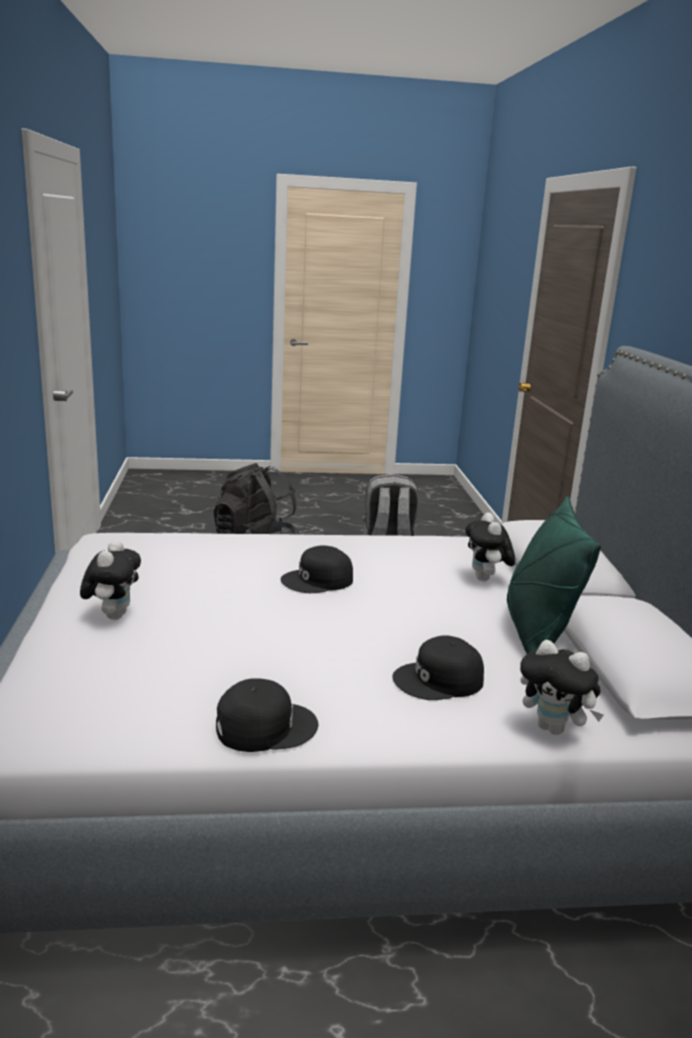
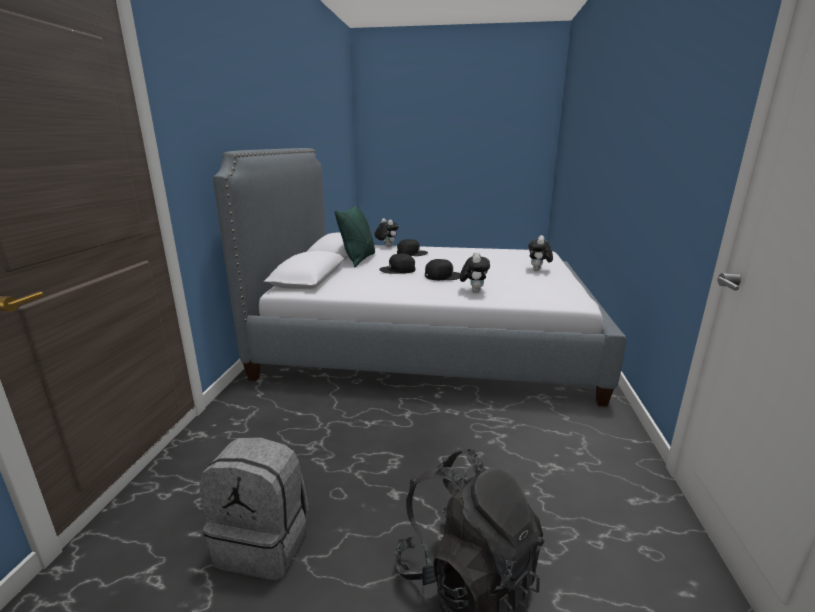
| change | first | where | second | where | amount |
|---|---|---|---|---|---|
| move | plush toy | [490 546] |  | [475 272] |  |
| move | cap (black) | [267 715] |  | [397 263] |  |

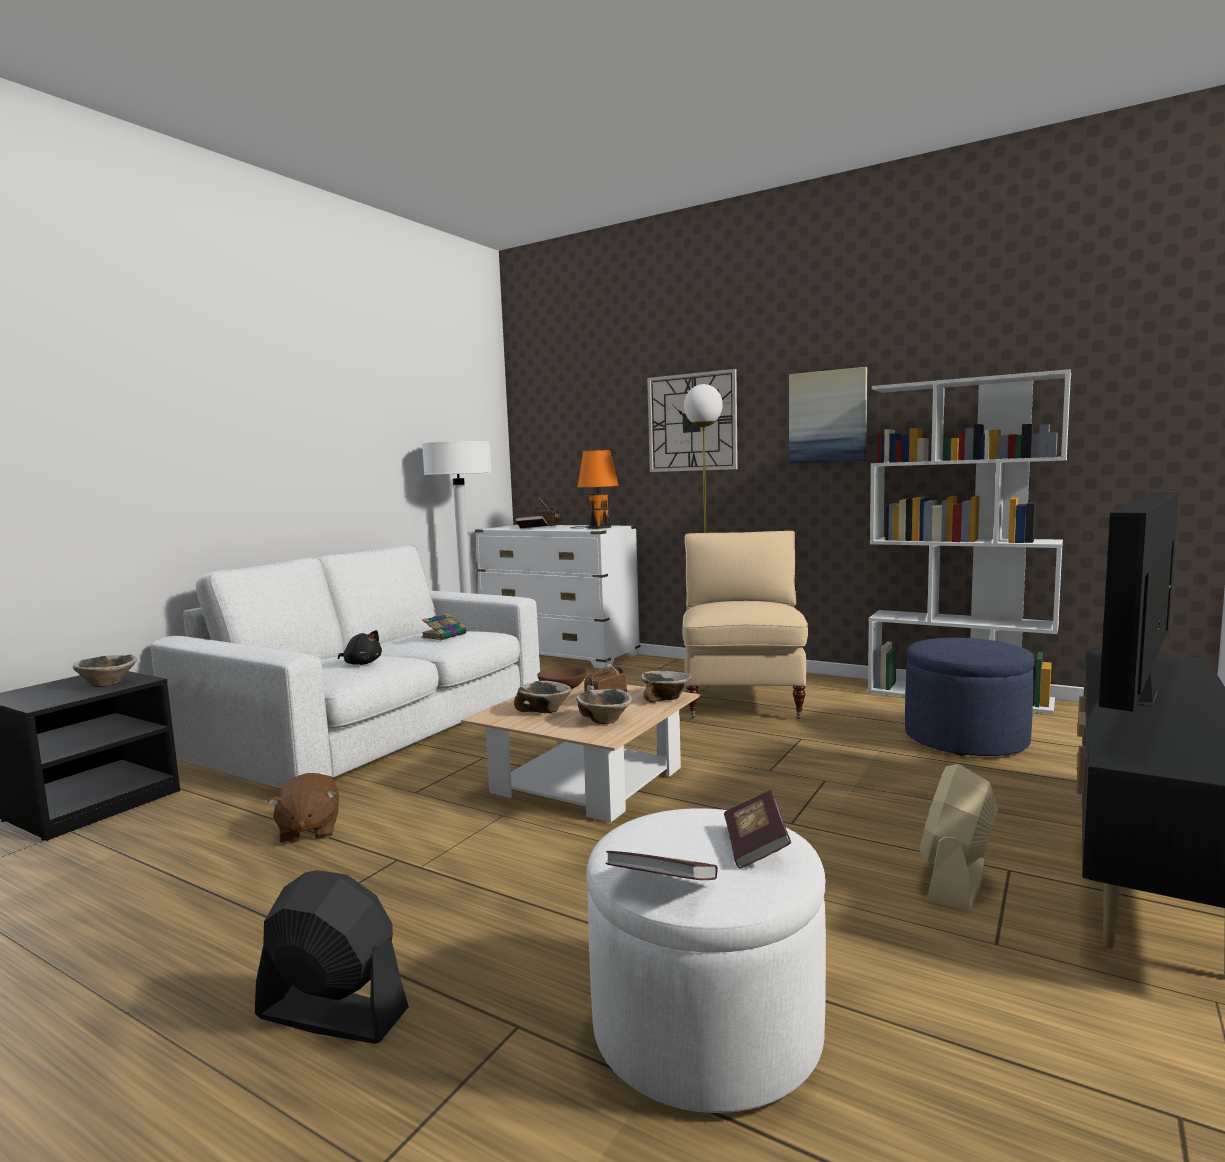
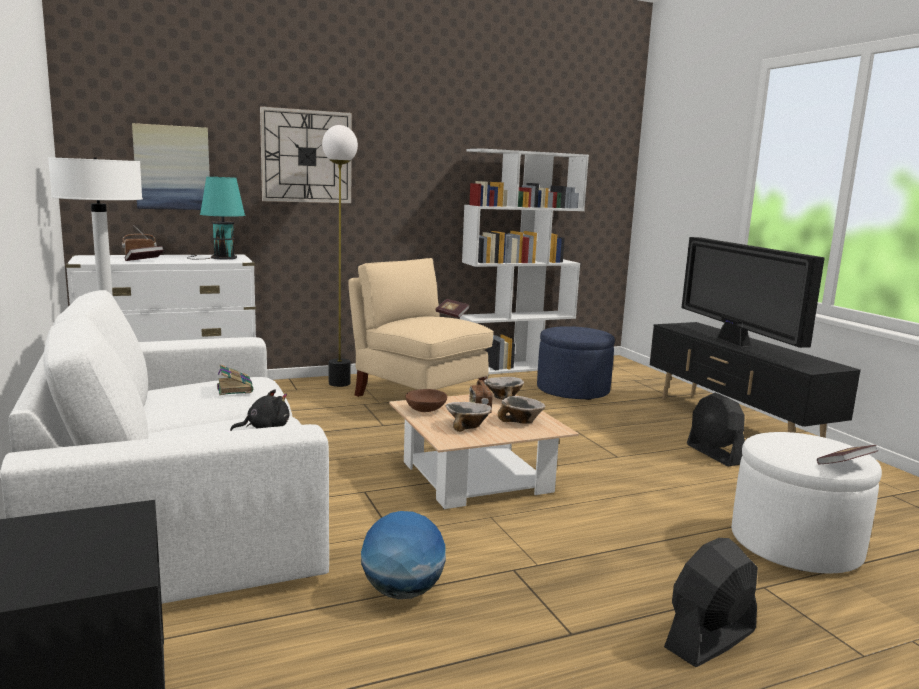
| change | first | where | second | where | amount |
|---|---|---|---|---|---|
| move | picture | [828 415] |  | [171 166] |  |
| recolor | lamp for a table (orange) | [595 489] | lamp for a table (turquoise-coloured) | [216 218] |  |
| delete | serving bowl | [105 671] |  |  |  |
| recolor | fan (beige) | [958 838] | fan (black) | [716 429] |  |
| replace | plush toy (brown) | [303 808] | world globe | [403 555] |  |
| move | bound book | [757 829] |  | [452 308] |  |

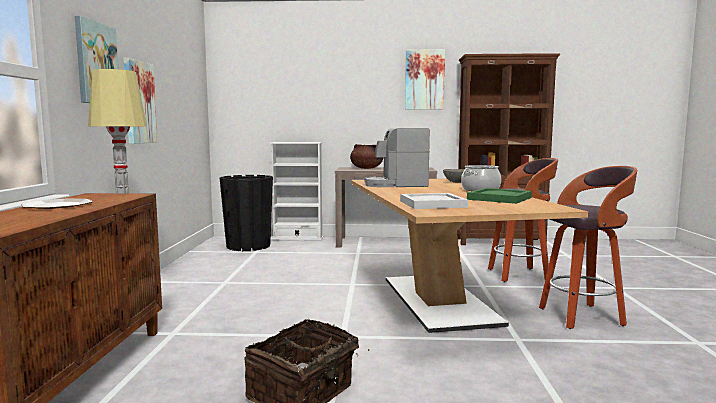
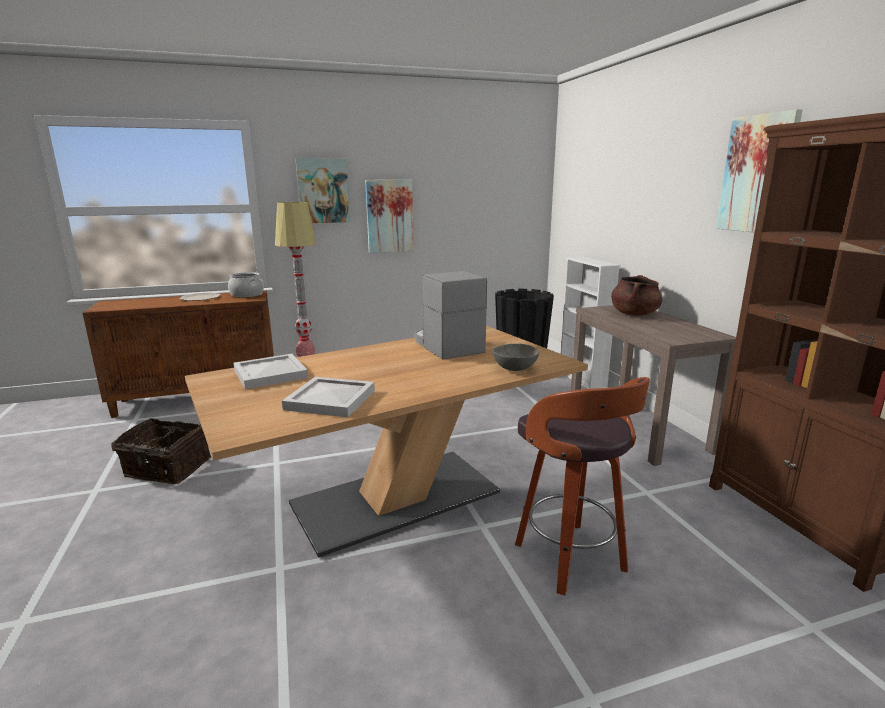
| change | first | where | second | where | amount |
|---|---|---|---|---|---|
| move | saucepot | [481 178] |  | [246 285] |  |
| delete | stool | [588 247] |  |  |  |
| recolor | carrying tray (green-coloured) | [499 196] | carrying tray (white-coloured) | [328 397] |  |

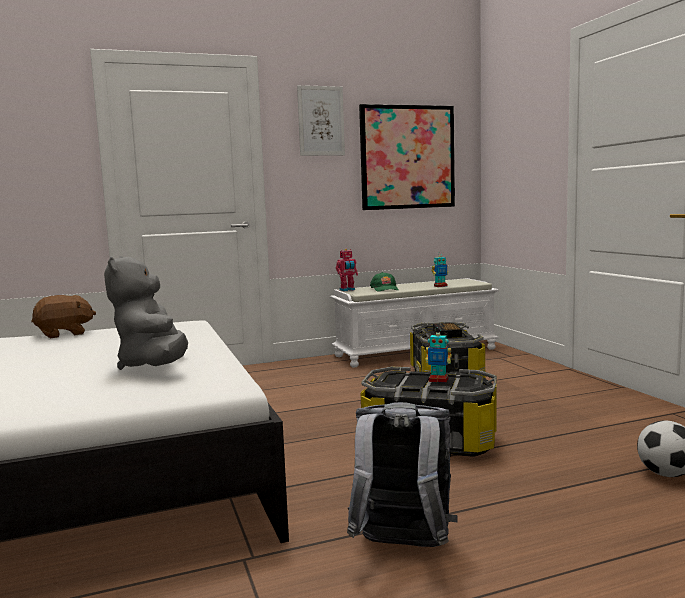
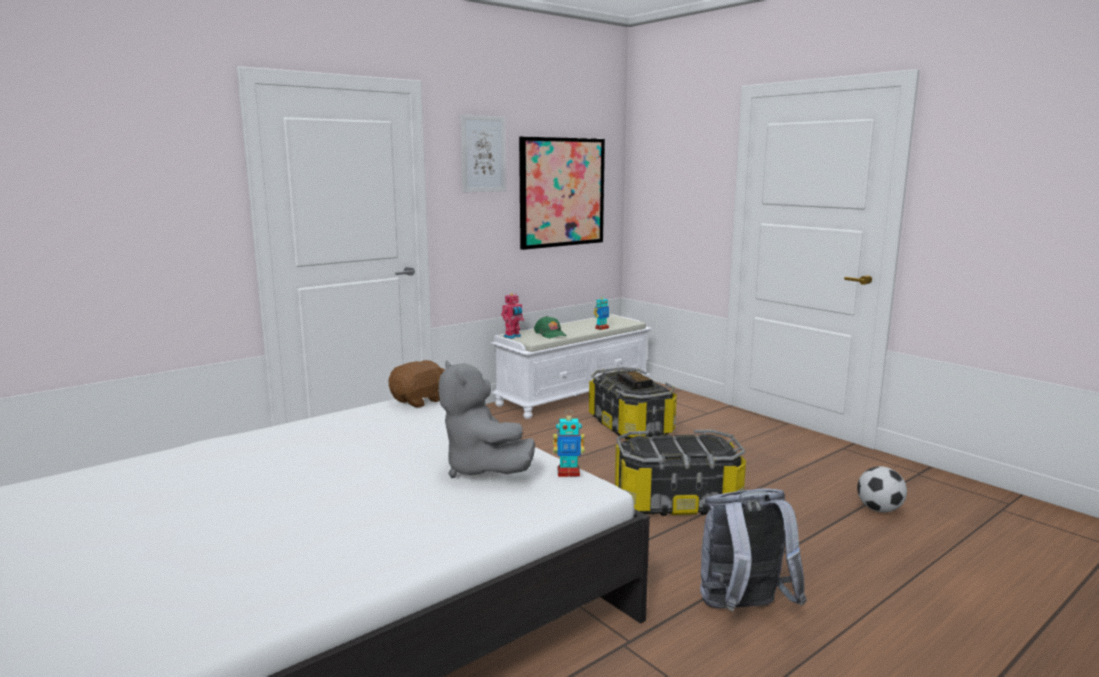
| change | first | where | second | where | amount |
|---|---|---|---|---|---|
| move | plush toy (brown) | [63 316] |  | [416 384] |  |
| move | model robot | [438 355] |  | [568 444] |  |

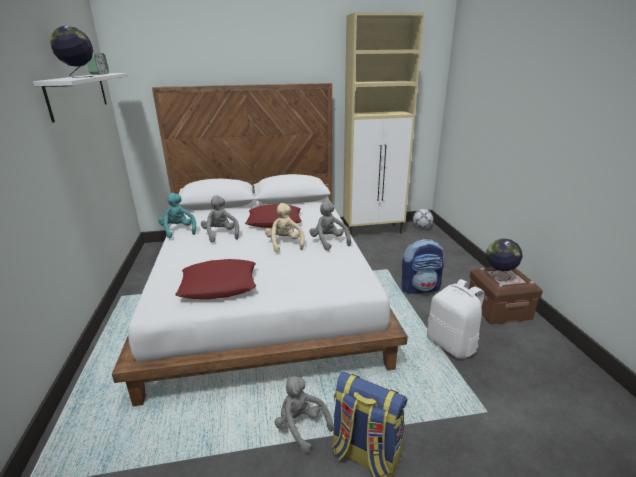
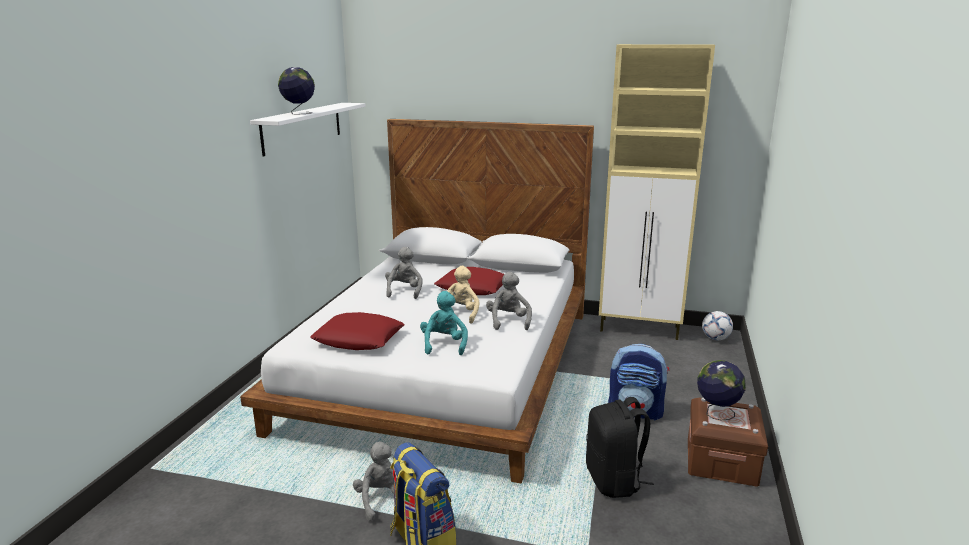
| change | first | where | second | where | amount |
|---|---|---|---|---|---|
| delete | bedside clock | [98 64] |  |  |  |
| move | plush toy (turquoise-coloured) | [177 215] |  | [444 323] |  |
| recolor | rucksack (white-coloured) | [455 319] | rucksack (black) | [620 447] |  |

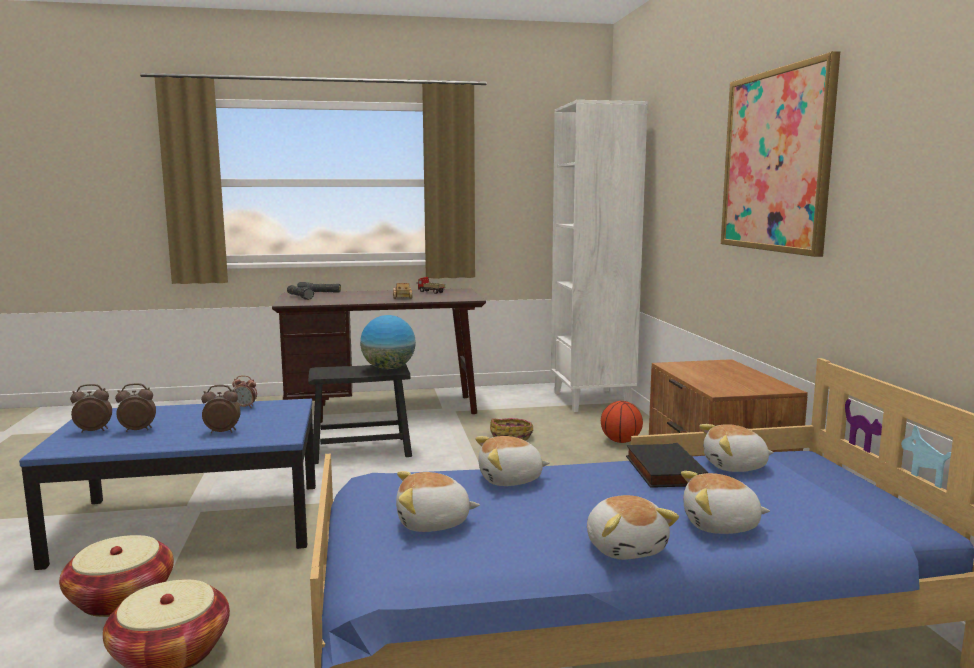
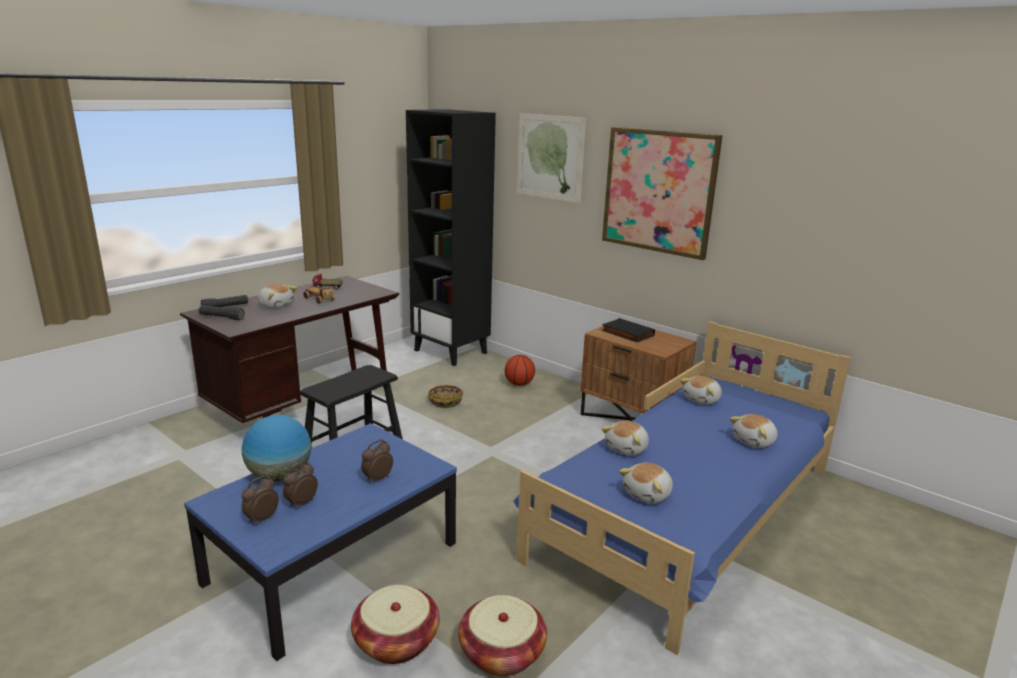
| change | first | where | second | where | amount |
|---|---|---|---|---|---|
| recolor | shelving unit (white-coloured) | [599 256] | shelving unit (black) | [451 237] |  |
| move | world globe | [388 342] |  | [276 448] |  |
| delete | bedside clock | [244 392] |  |  |  |
| move | bound book (black) | [667 465] |  | [628 330] |  |
| move | plush toy | [633 527] |  | [277 296] |  |
| insert |  |  | picture | [551 158] |  |

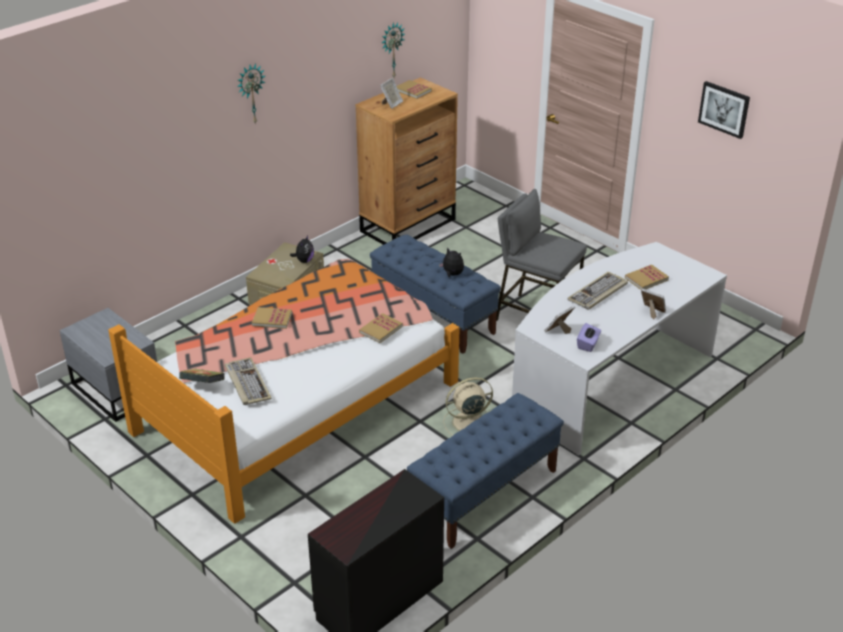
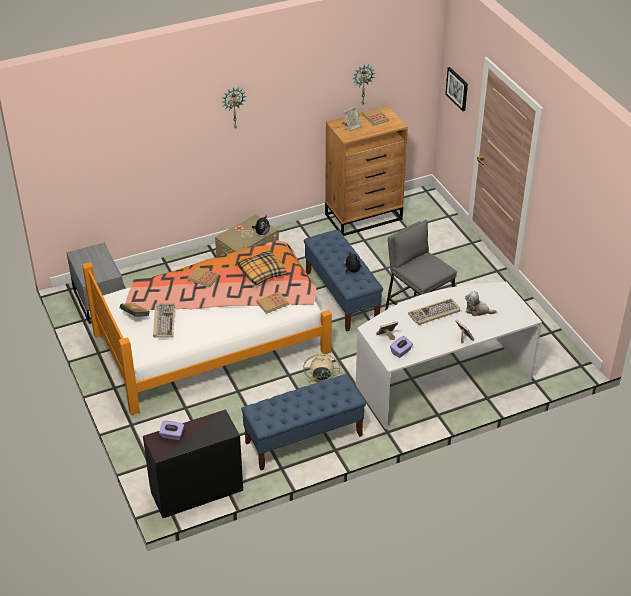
| change | first | where | second | where | amount |
|---|---|---|---|---|---|
| move | picture | [724 110] |  | [456 89] |  |
| replace | bound book | [647 277] | plush toy | [481 303] |  |
| insert |  |  | pillow | [262 267] |  |
| insert |  |  | tissue holder (purple) | [171 430] |  |

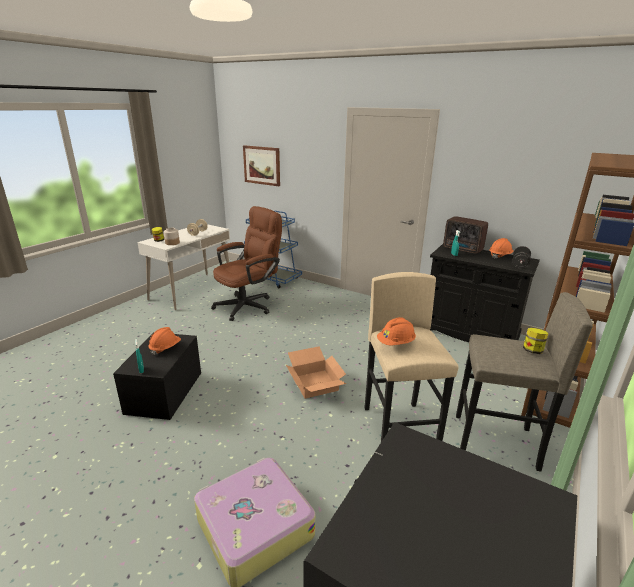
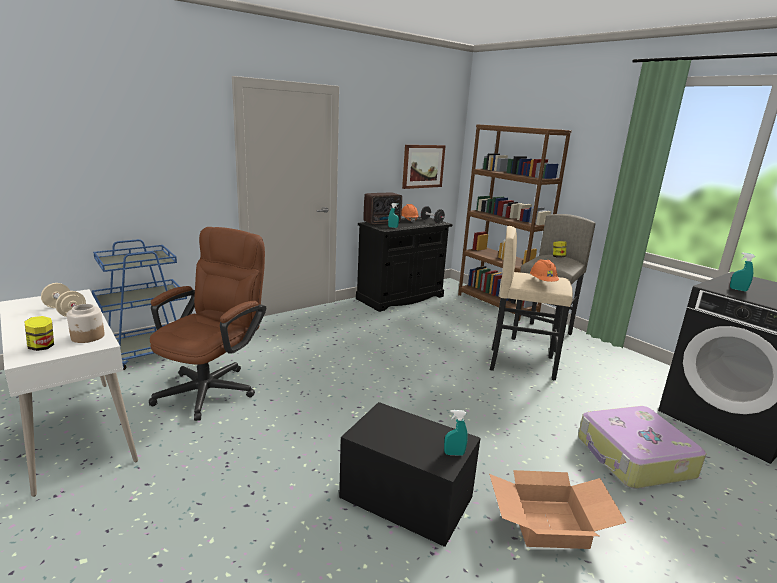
| change | first | where | second | where | amount |
|---|---|---|---|---|---|
| move | picture | [261 165] |  | [424 167] |  |
| rotate | computer chair (brown) | [246 263] |  | [207 324] | 45 degrees clockwise |
| delete | safety helmet (orange) | [164 341] |  |  |  |
| move | cardboard box | [316 372] |  | [558 509] |  |
| insert |  |  | sprayer (turquoise-coloured) | [742 271] |  |

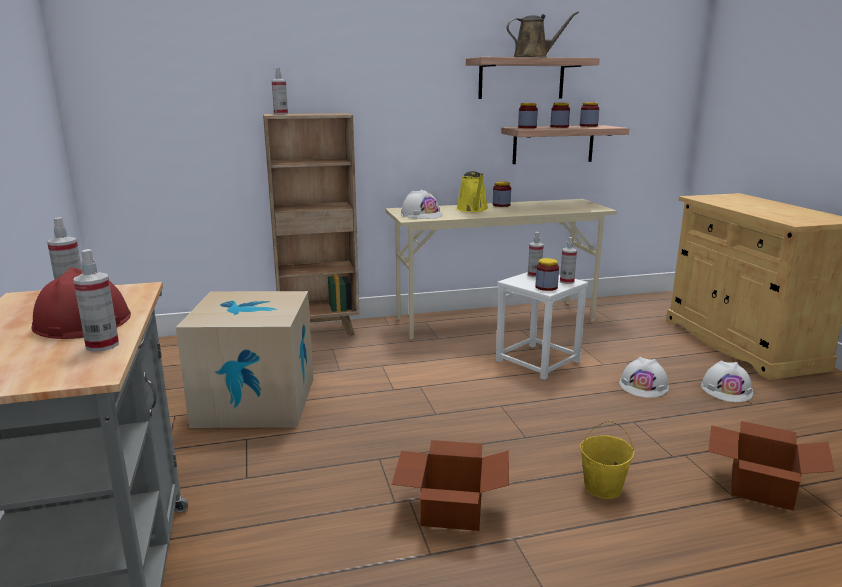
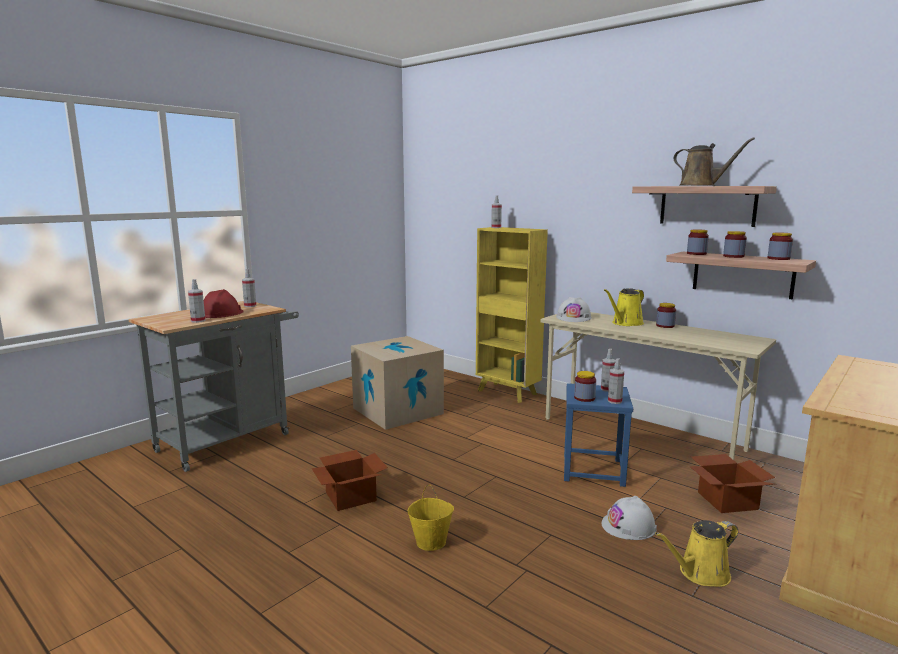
| change | first | where | second | where | amount |
|---|---|---|---|---|---|
| recolor | shelving unit (brown) | [311 224] | shelving unit (yellowish) | [512 315] |  |
| recolor | stool (white-coloured) | [542 326] | stool (blue) | [598 435] |  |
| replace | safety helmet (white-coloured) | [727 381] | watering can (yellowish) | [696 553] |  |
| move | cardboard box | [771 466] |  | [732 483] |  |

